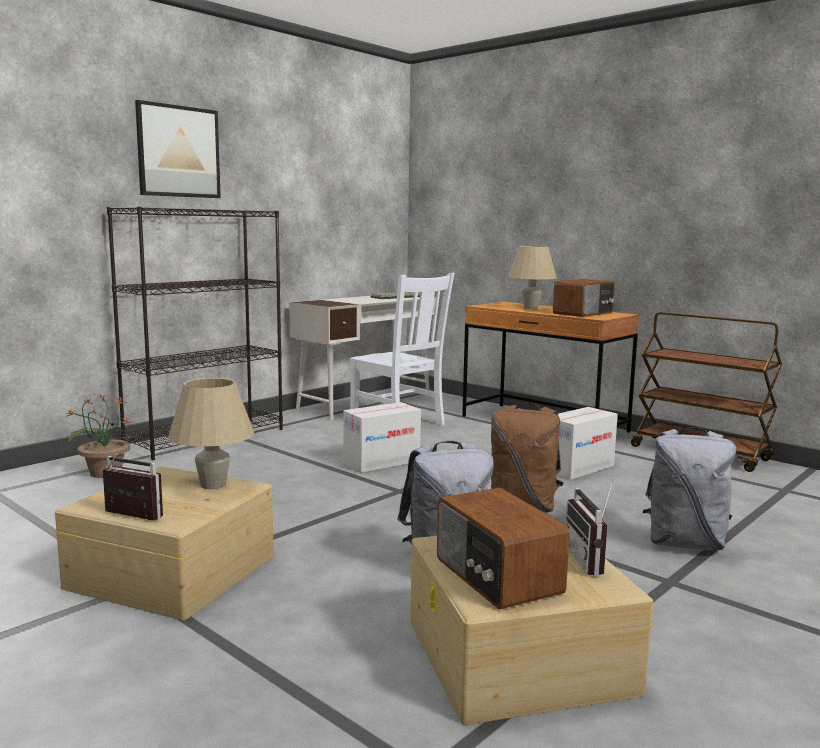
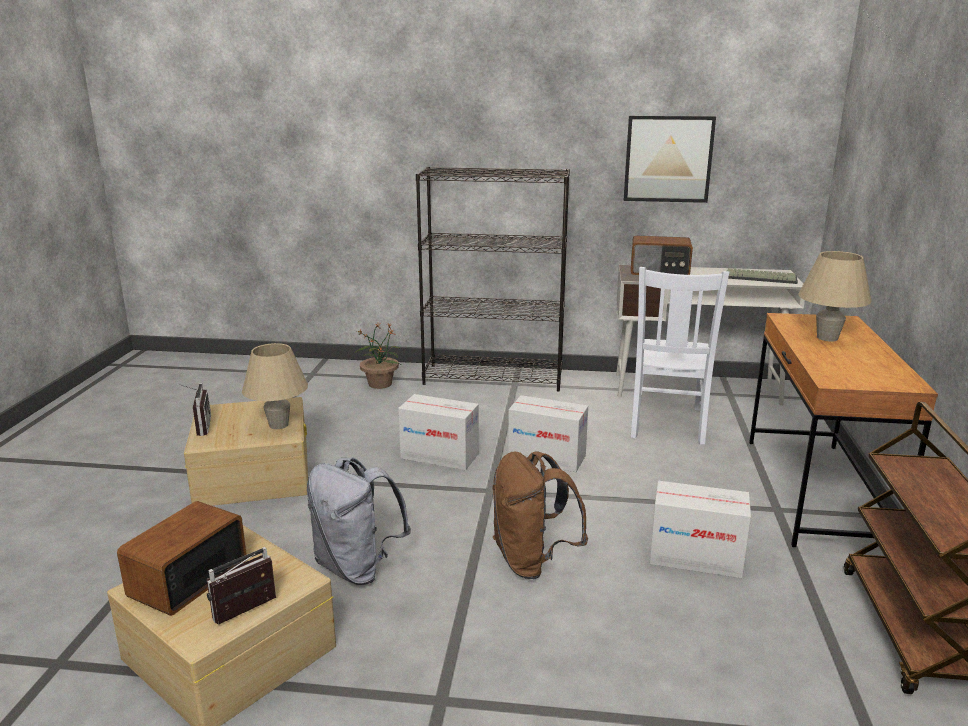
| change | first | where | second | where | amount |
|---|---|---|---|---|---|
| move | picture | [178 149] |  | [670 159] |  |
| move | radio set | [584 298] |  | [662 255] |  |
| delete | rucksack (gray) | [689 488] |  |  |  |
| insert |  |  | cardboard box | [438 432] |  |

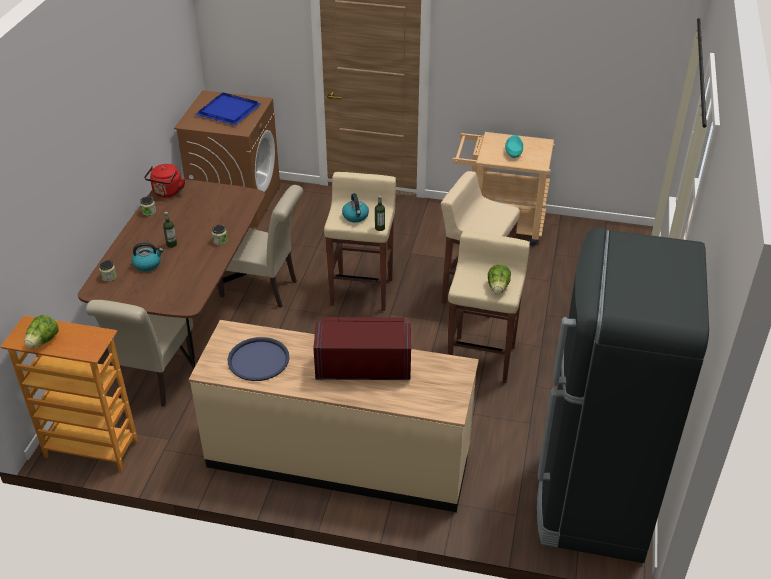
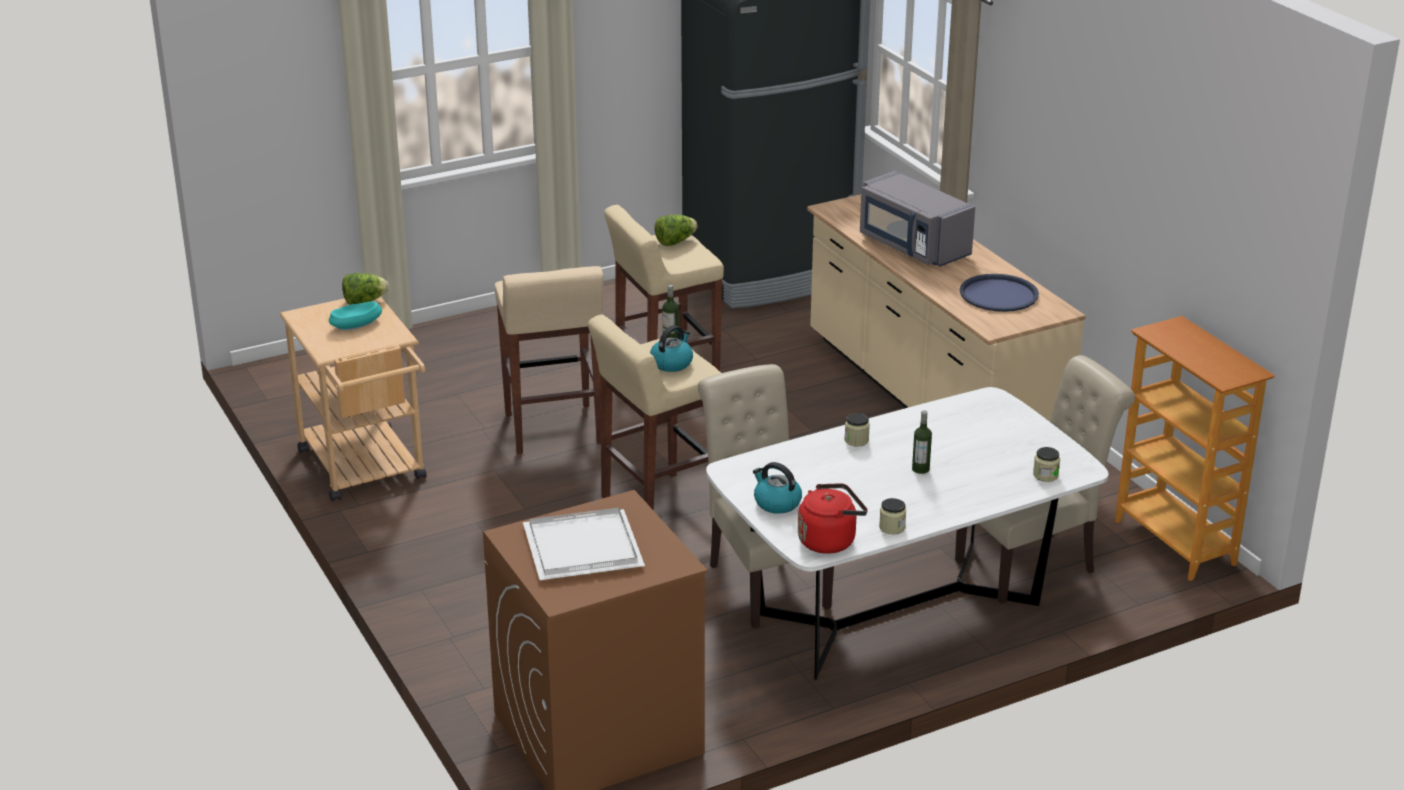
| change | first | where | second | where | amount |
|---|---|---|---|---|---|
| recolor | carrying tray (blue) | [228 108] | carrying tray (white-coloured) | [584 543] |  |
| recolor | dining table (brown) | [171 274] | dining table (white-coloured) | [907 533] |  |
| move | water kettle | [148 256] |  | [777 488] |  |
| move | head of lettuce | [41 331] |  | [365 289] |  |
| recolor | microwave oven (red) | [362 348] | microwave oven (gray) | [917 219] |  |

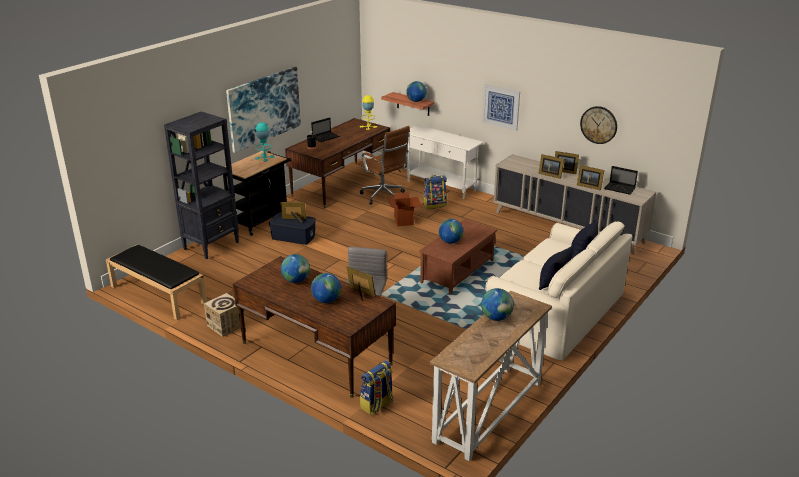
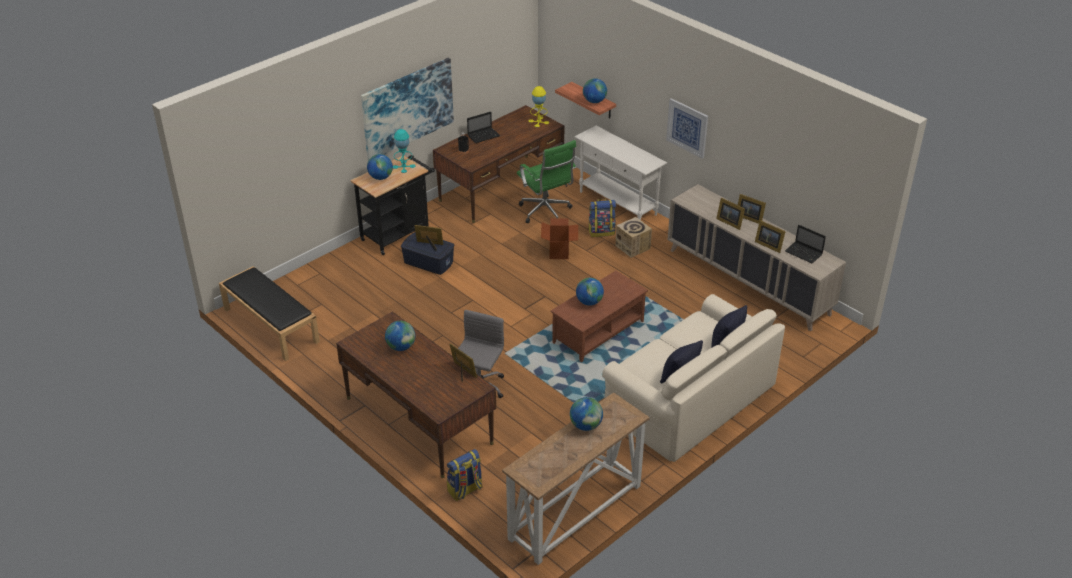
| change | first | where | second | where | amount |
|---|---|---|---|---|---|
| delete | clock on the wall | [598 125] |  |  |  |
| delete | shelving unit (black) | [201 186] |  |  |  |
| recolor | computer chair (brown) | [384 165] | computer chair (green-coloured) | [546 181] |  |
| move | world globe | [326 288] |  | [380 167] |  |
| move | cardboard box | [224 315] |  | [633 237] |  |

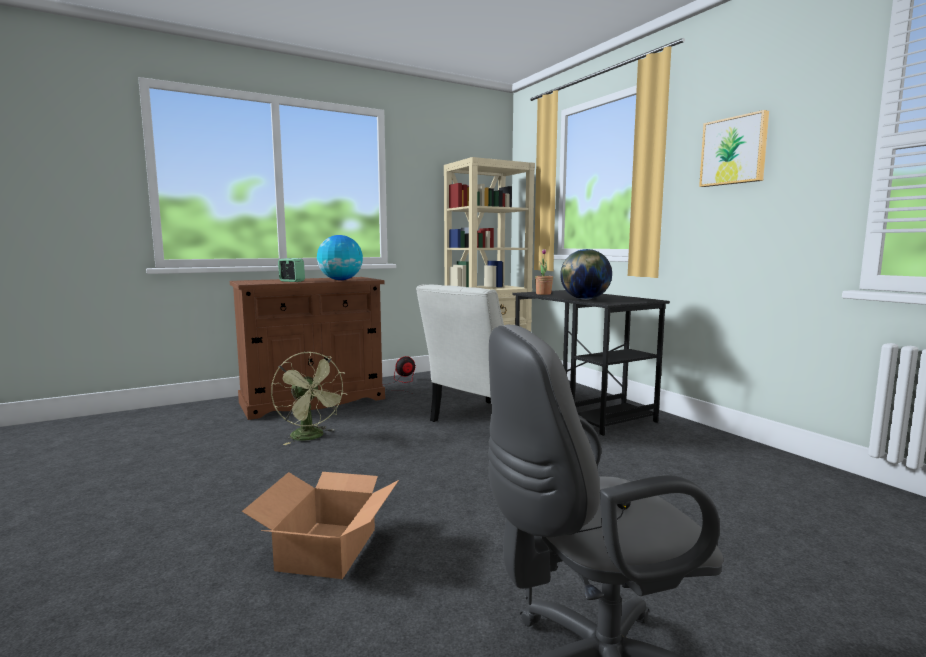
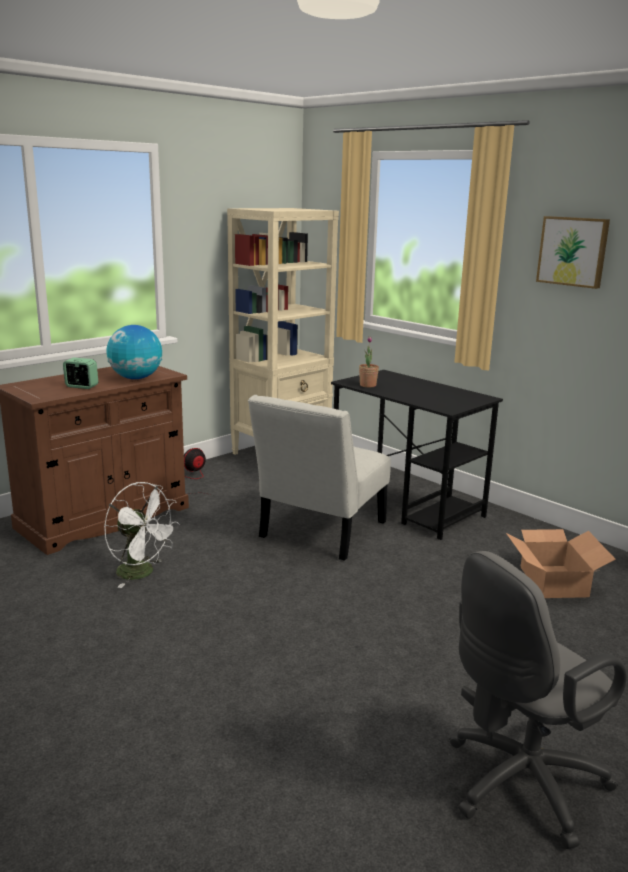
| change | first | where | second | where | amount |
|---|---|---|---|---|---|
| delete | world globe | [586 274] |  |  |  |
| recolor | fan (green-coloured) | [309 398] | fan (white-coloured) | [142 535] |  |
| move | cardboard box | [320 525] |  | [561 563] |  |

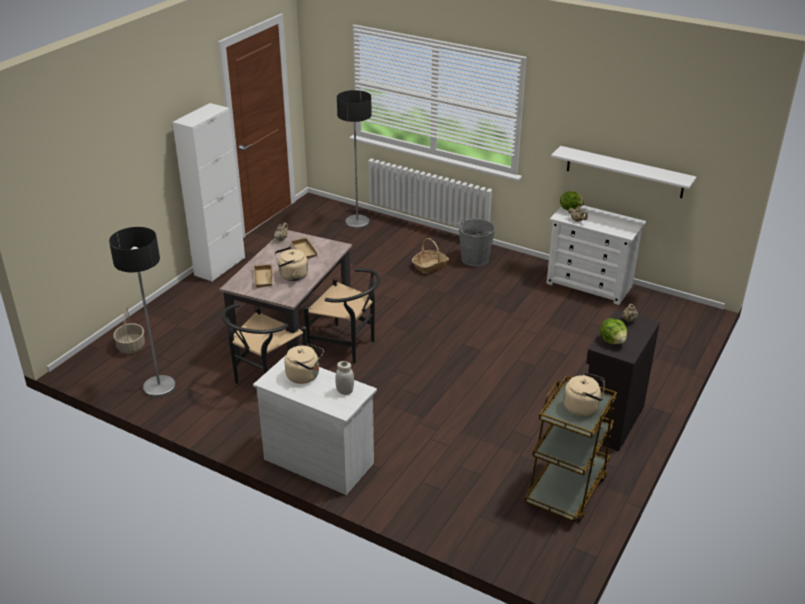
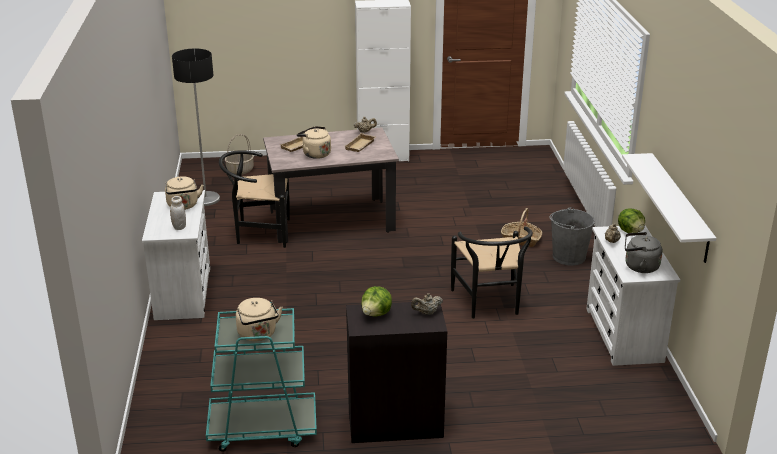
| change | first | where | second | where | amount |
|---|---|---|---|---|---|
| delete | standing lamp | [354 159] |  |  |  |
| move | upright chair (black) | [341 316] |  | [492 272] |  |
| recolor | trolley (brown) | [570 449] | trolley (turquoise-coloured) | [261 376] |  |
| insert |  |  | water kettle (gray) | [644 252] |  |

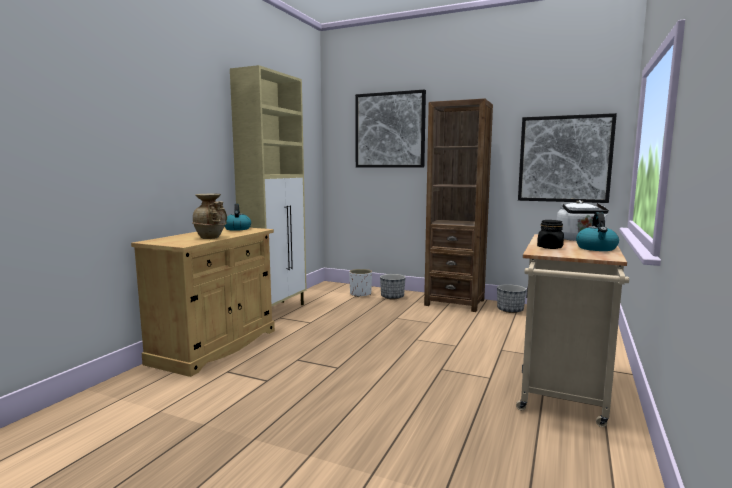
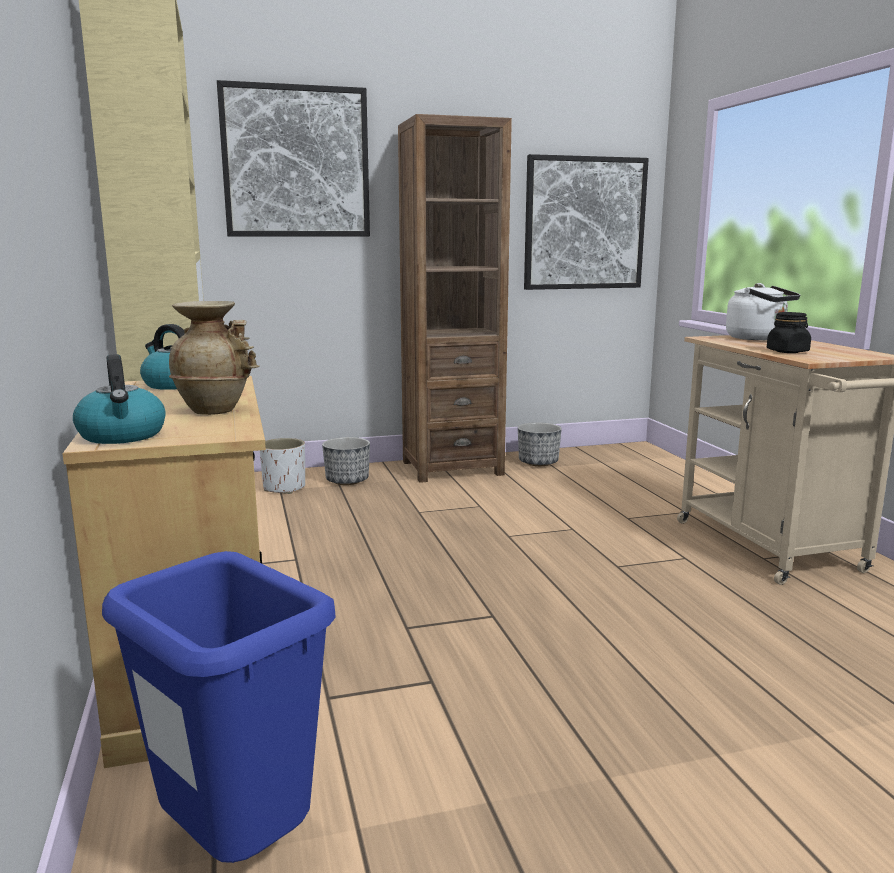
| change | first | where | second | where | amount |
|---|---|---|---|---|---|
| move | water kettle | [597 231] |  | [119 399] |  |
| insert |  |  | rubbish bin (blue) | [219 707] |  |

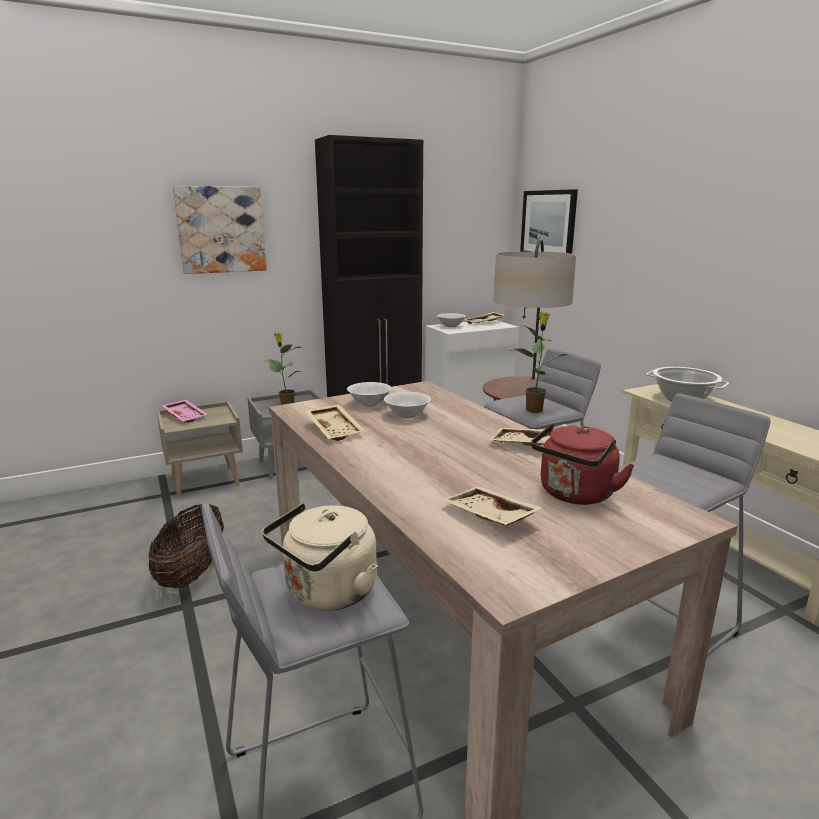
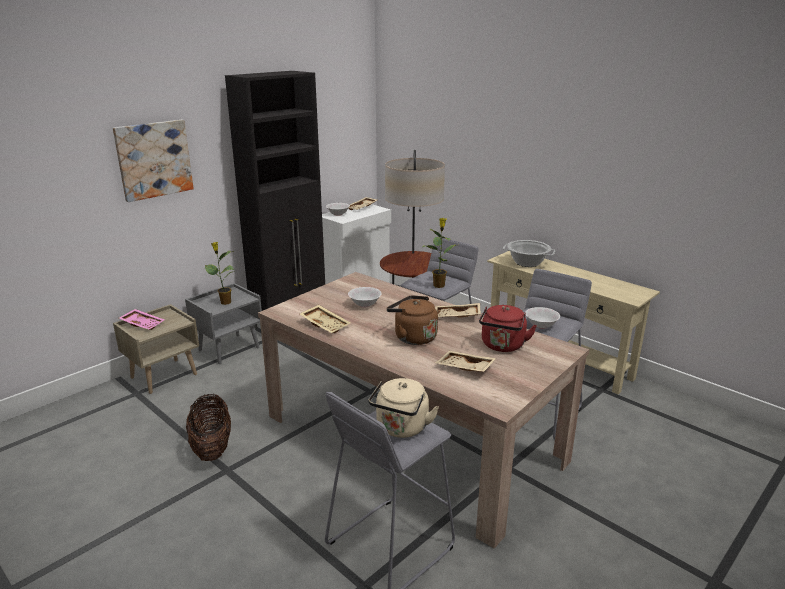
| change | first | where | second | where | amount |
|---|---|---|---|---|---|
| delete | picture | [549 221] |  |  |  |
| move | serving bowl (white-coloured) | [369 394] |  | [542 318] |  |
| insert |  |  | water kettle (brown) | [412 320] |  |

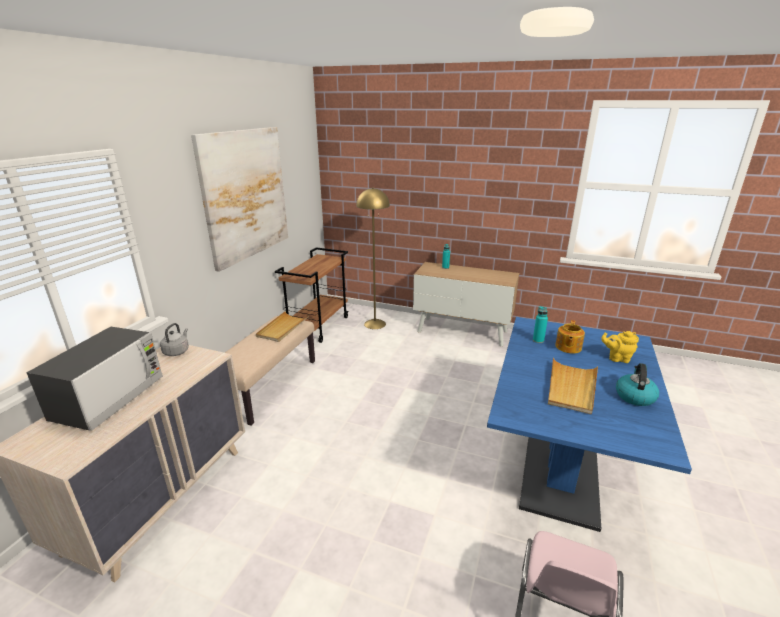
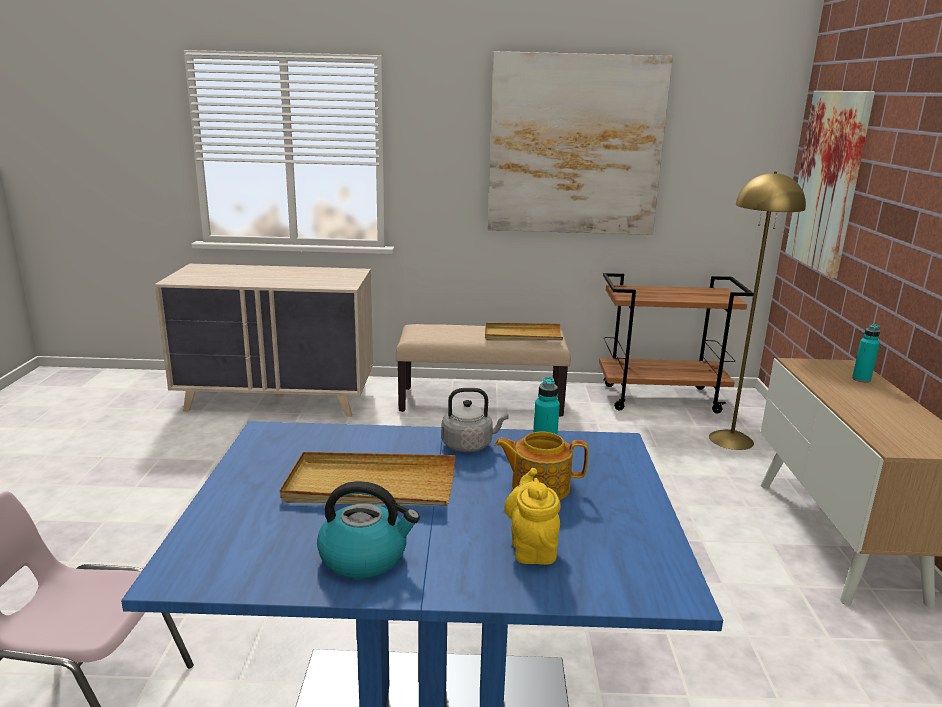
| change | first | where | second | where | amount |
|---|---|---|---|---|---|
| move | water kettle (gray) | [174 339] |  | [475 420] |  |
| delete | microwave oven | [94 379] |  |  |  |
| insert |  |  | picture | [830 184] |  |

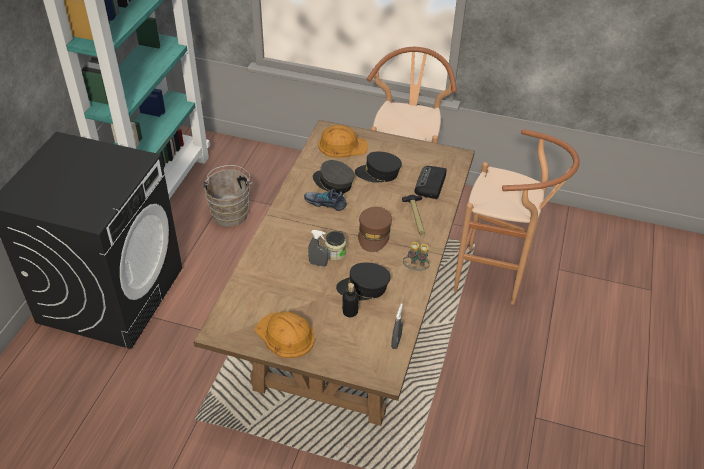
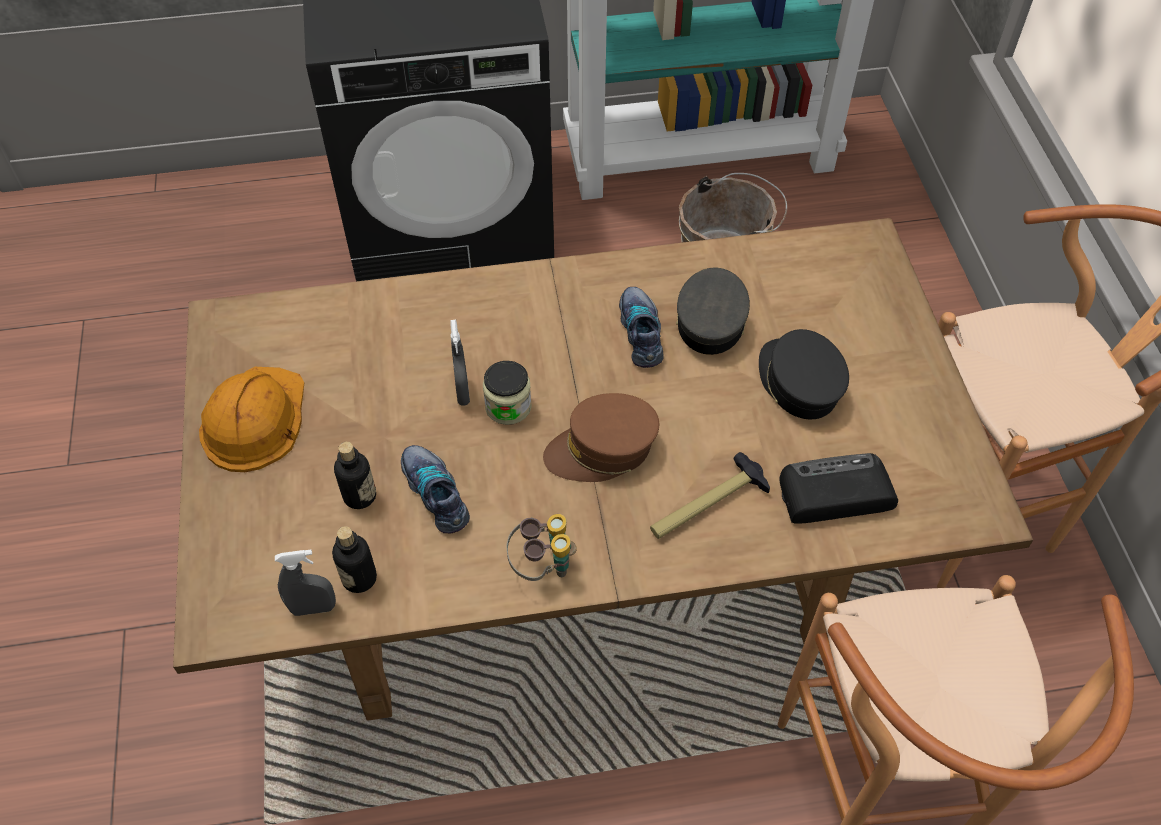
| change | first | where | second | where | amount |
|---|---|---|---|---|---|
| delete | safety helmet (orange) | [343 141] |  |  |  |
| replace | cap (black) | [363 281] | shoe | [435 489] |  |
| insert |  |  | beverage bottle | [354 559] |  |

